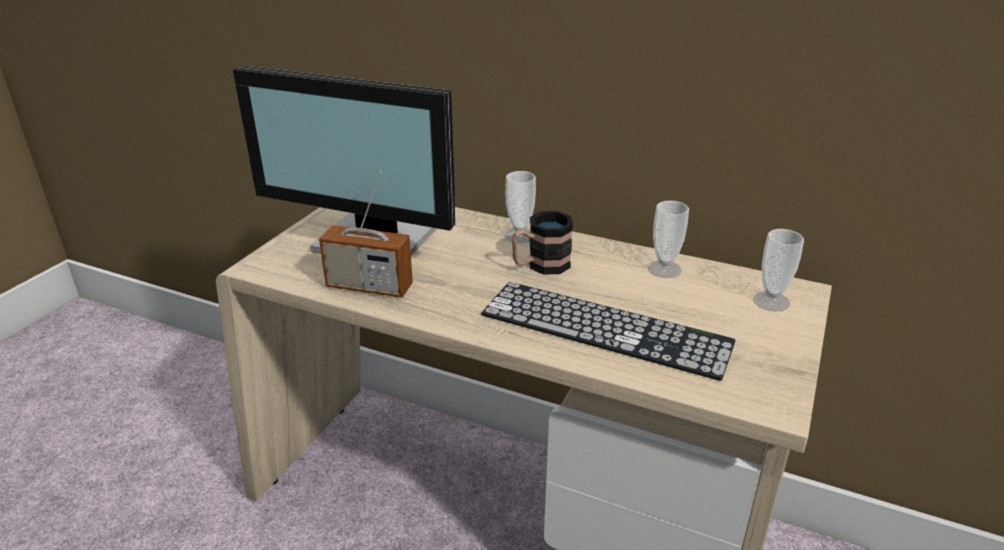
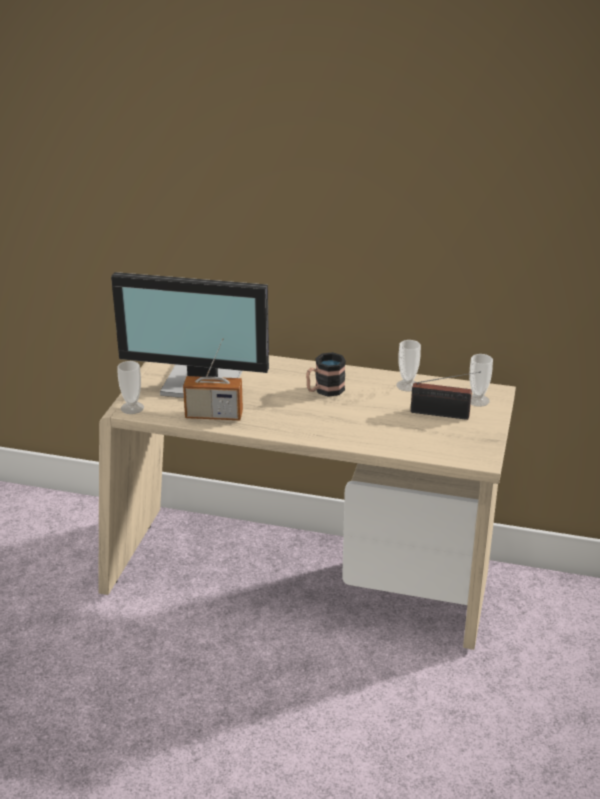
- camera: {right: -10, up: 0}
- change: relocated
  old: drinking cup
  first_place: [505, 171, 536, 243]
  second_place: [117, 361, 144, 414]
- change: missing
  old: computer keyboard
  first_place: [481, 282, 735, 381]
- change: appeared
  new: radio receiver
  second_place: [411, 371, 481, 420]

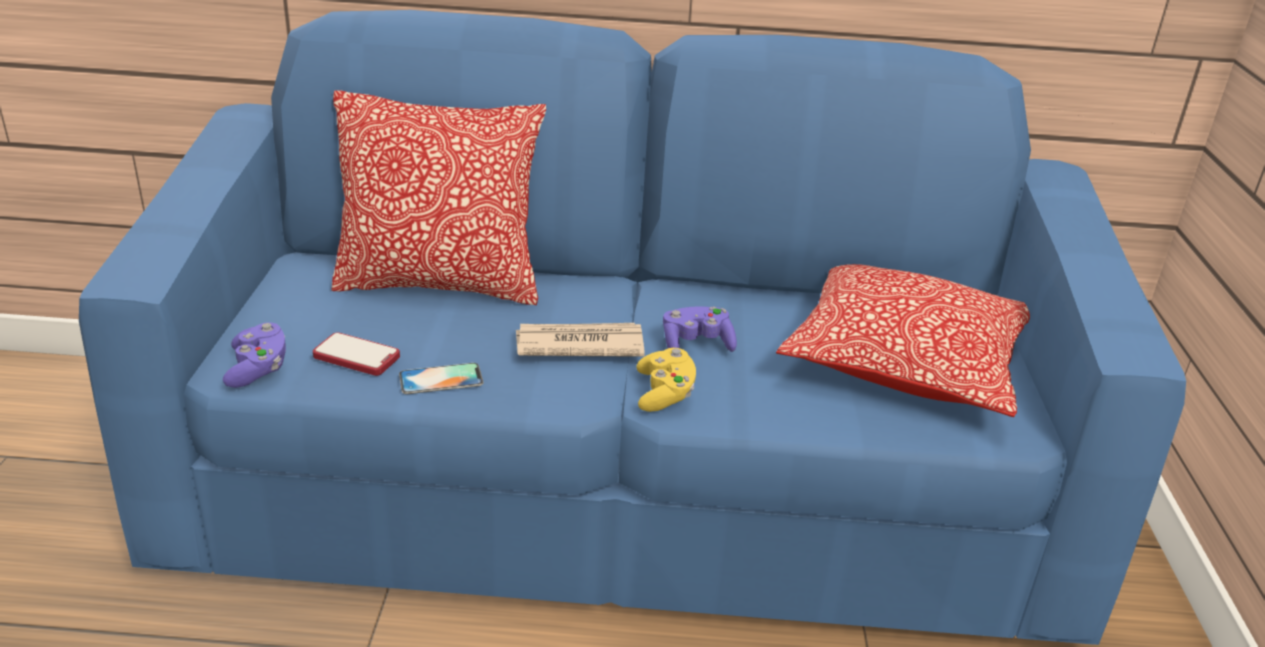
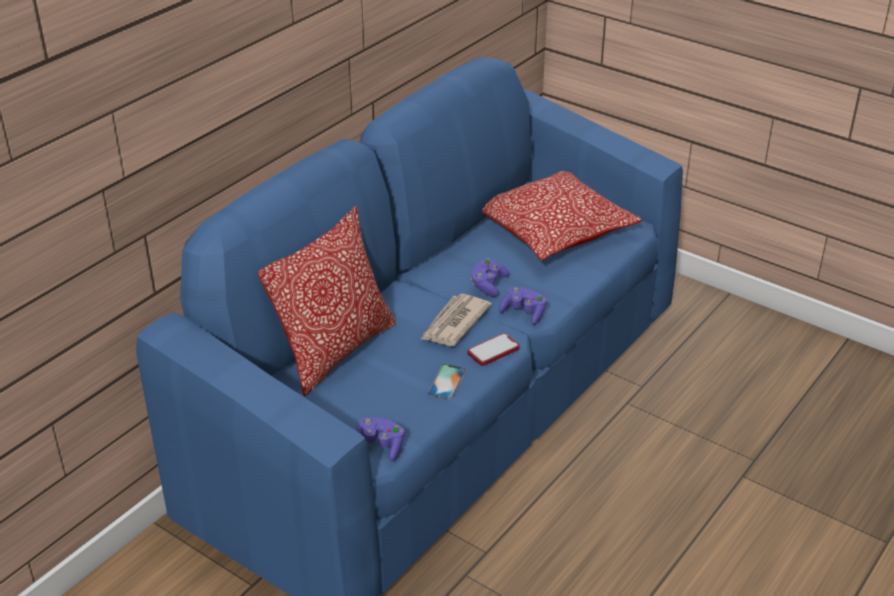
- camera: {right: -55, up: 5}
- change: relocated
  old: phone
  first_place: [313, 332, 400, 376]
  second_place: [467, 333, 520, 366]
- change: colour
  old: yellow joypad
  new: purplish joypad
  first_place: [636, 348, 696, 412]
  second_place: [499, 287, 547, 325]

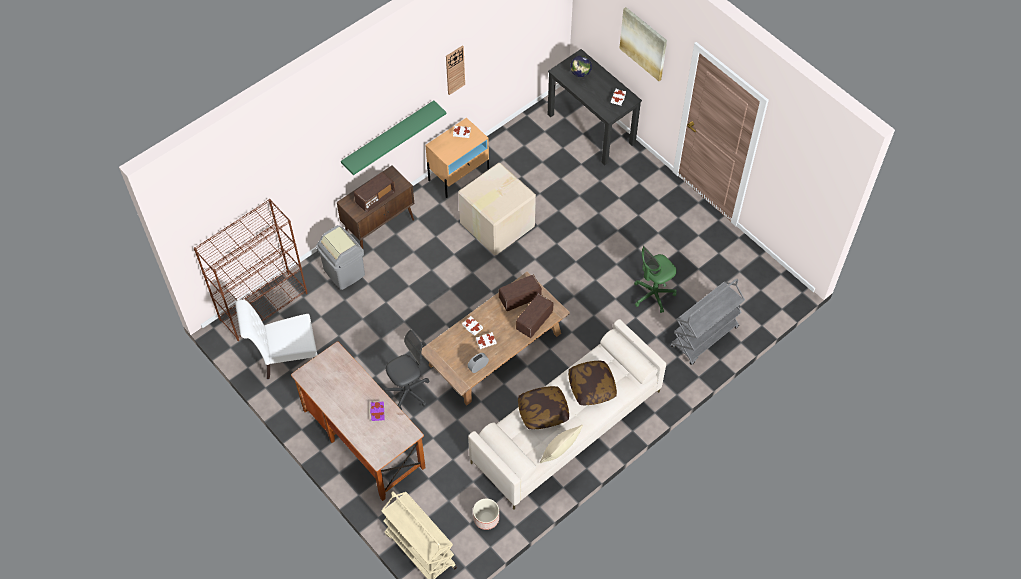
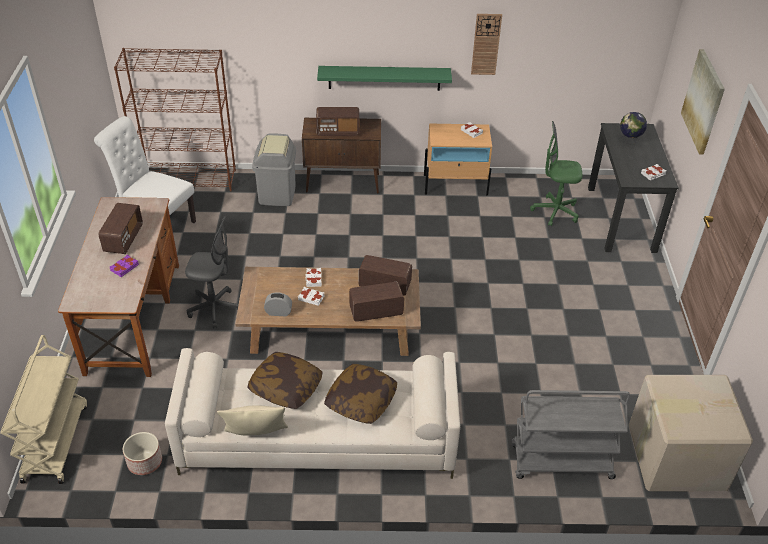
- camera: {right: 40, up: -15}
- change: relocated
  old: packing box
  first_place: [458, 163, 536, 255]
  second_place: [629, 375, 753, 491]
- change: relocated
  old: greenish computer chair
  first_place: [634, 245, 677, 313]
  second_place: [530, 121, 582, 226]
- change: appeared
  new: radio receiver
  second_place: [98, 203, 143, 254]

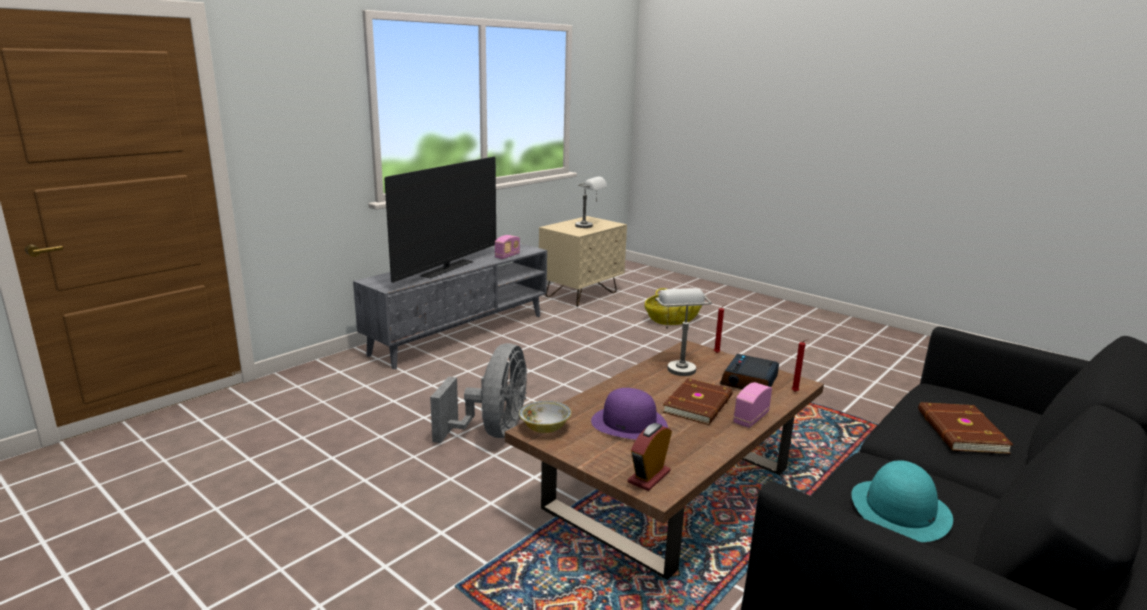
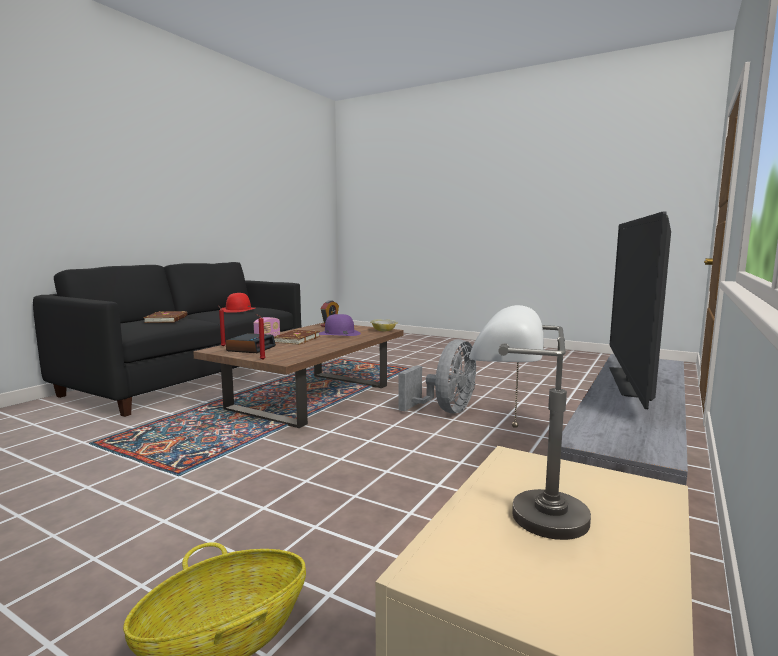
- camera: {right: 170, up: -10}
- change: missing
  old: radio receiver
  first_place: [495, 235, 520, 259]
- change: missing
  old: grey table lamp
  first_place: [655, 288, 712, 376]
- change: spun
  old: grey cooling fan
  first_place: [430, 343, 527, 443]
  second_place: [398, 339, 476, 413]
  degrees: -150
- change: colour
  old: blue-green wearable hat
  new: red wearable hat
  first_place: [851, 460, 953, 542]
  second_place: [220, 293, 255, 313]

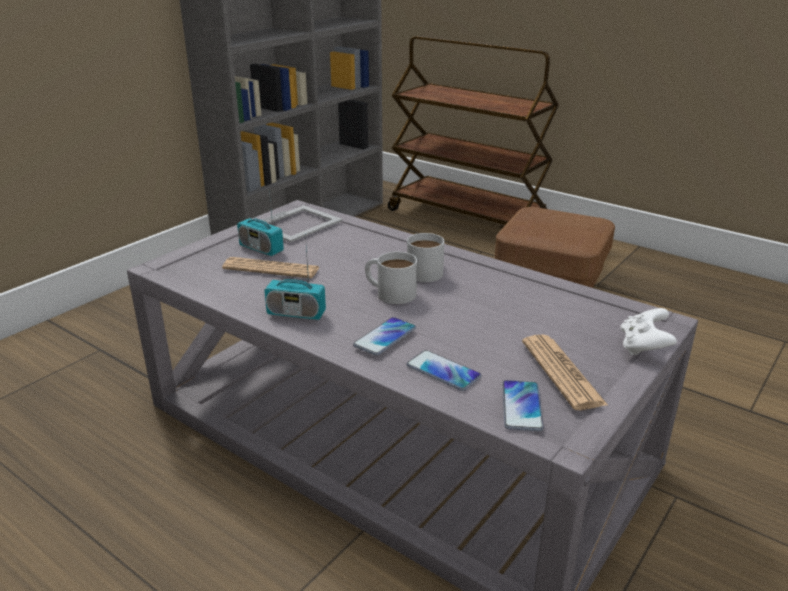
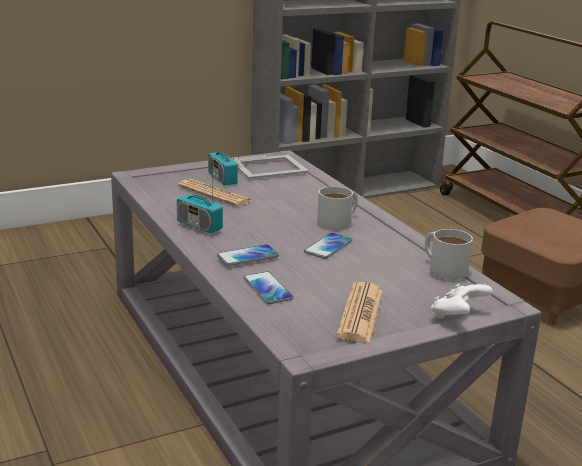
- camera: {right: 25, up: -5}
- change: relocated
  old: white tea mug
  first_place: [365, 252, 417, 304]
  second_place: [425, 229, 473, 280]
- change: relocated
  old: phone
  first_place: [502, 380, 544, 431]
  second_place: [304, 233, 352, 259]

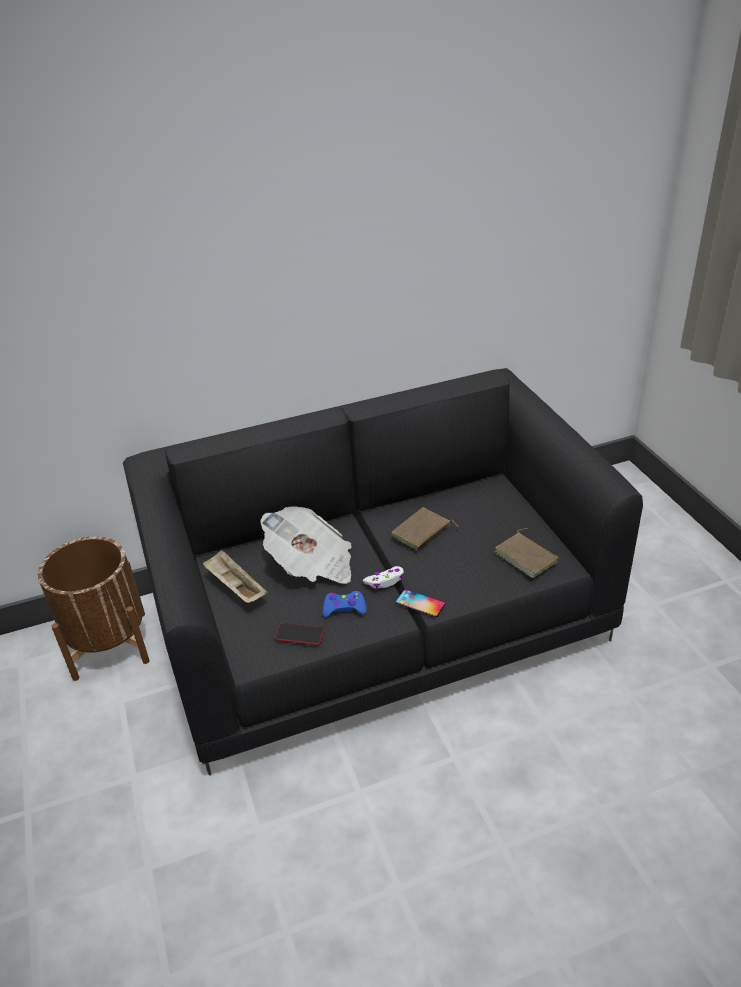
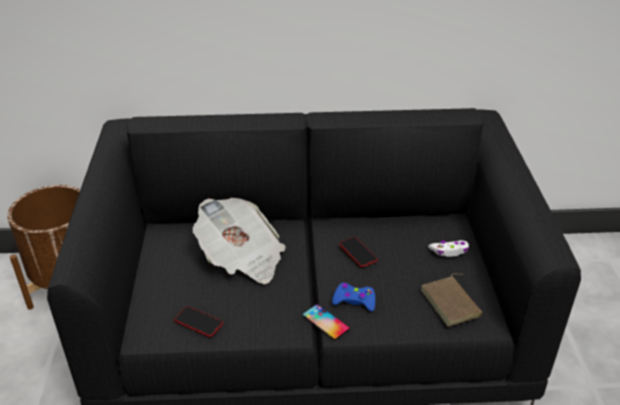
- camera: {right: 15, up: 0}
- change: exchanged
  old: brown-coloured book
  new: phone
  first_place: [391, 507, 459, 551]
  second_place: [339, 237, 378, 267]
- change: missing
  old: sand-coloured tray
  first_place: [202, 550, 268, 603]
- change: relocated
  old: white joypad
  first_place: [363, 566, 404, 589]
  second_place: [428, 240, 469, 257]
- change: relocated
  old: blue joypad
  first_place: [323, 591, 367, 617]
  second_place: [332, 283, 375, 311]

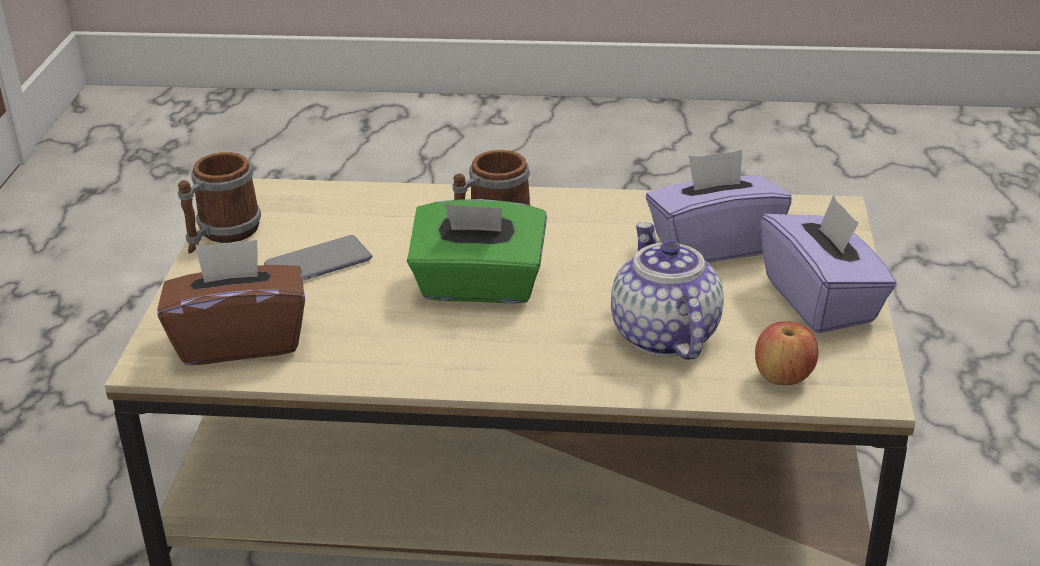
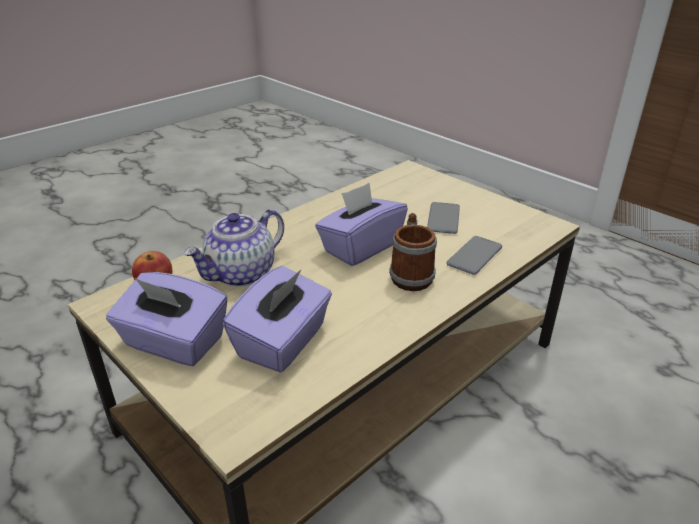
- camera: {right: 130, up: 0}
- change: missing
  old: tea mug
  first_place: [178, 152, 261, 253]
- change: colour
  old: greenish tissue box
  new: purplish tissue box
  first_place: [407, 199, 547, 304]
  second_place: [315, 183, 408, 266]
- change: spun
  old: tea pot
  first_place: [611, 222, 724, 360]
  second_place: [183, 209, 284, 287]
  degrees: 105
- change: missing
  old: brown-coloured tissue box
  first_place: [157, 240, 305, 365]
- change: appeared
  new: phone
  second_place: [446, 236, 502, 275]

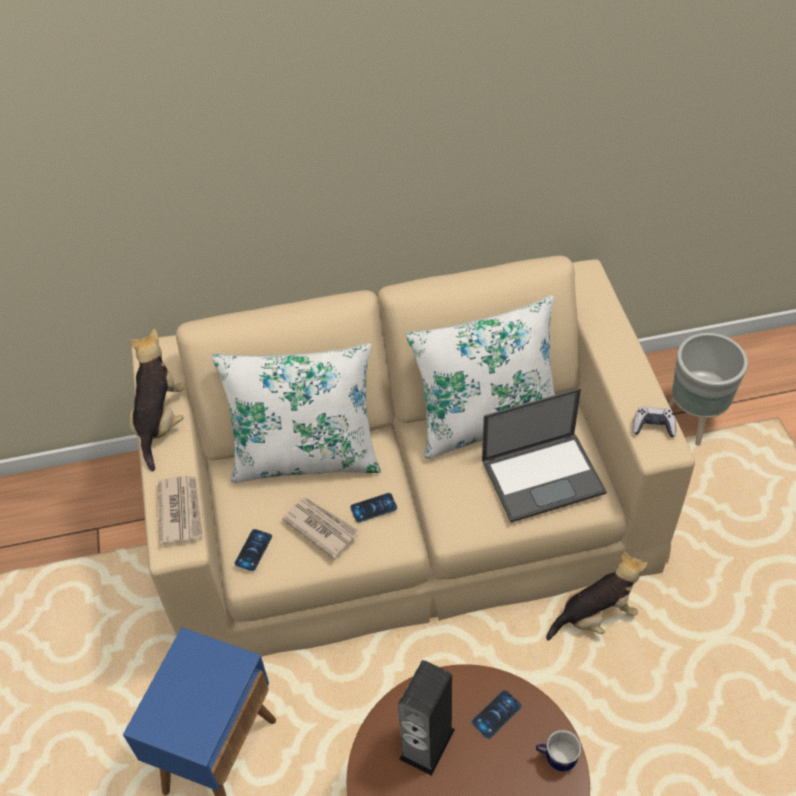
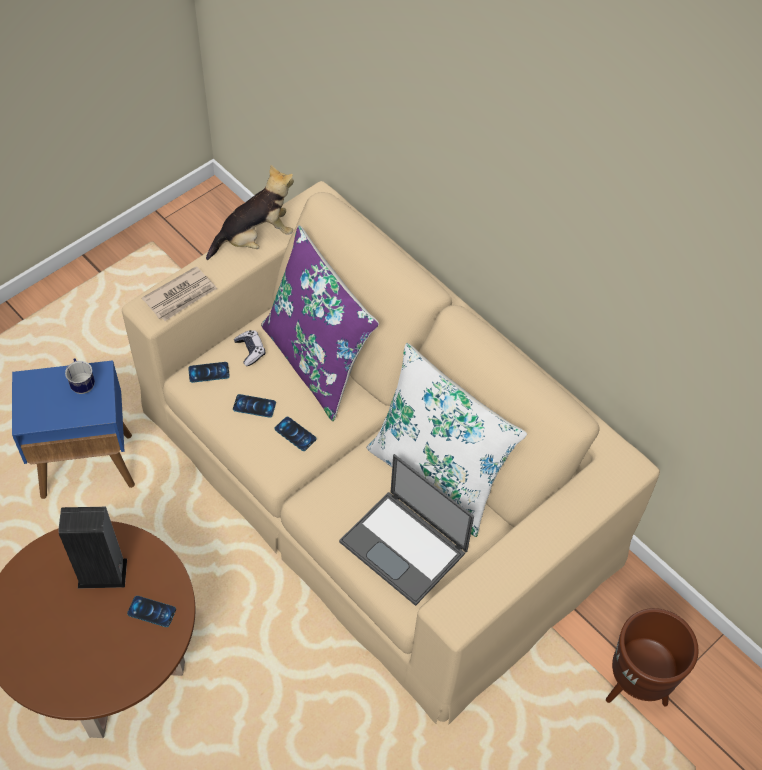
- camera: {right: 55, up: 5}
- change: colour
  old: grey planter
  new: brown-coloured planter
  first_place: [668, 333, 748, 446]
  second_place: [606, 608, 699, 707]
- change: colour
  old: white throw pillow
  new: purplish throw pillow
  first_place: [212, 343, 381, 483]
  second_place: [261, 225, 379, 421]
- change: relocated
  old: joypad
  first_place: [633, 407, 676, 437]
  second_place: [234, 330, 265, 366]
- change: exchanged
  old: newspaper
  new: phone
  first_place: [282, 498, 359, 559]
  second_place: [233, 394, 276, 418]
- change: missing
  old: soft toy
  first_place: [546, 551, 648, 641]
- change: relocated
  old: tea mug
  first_place: [536, 730, 581, 772]
  second_place: [65, 358, 95, 394]

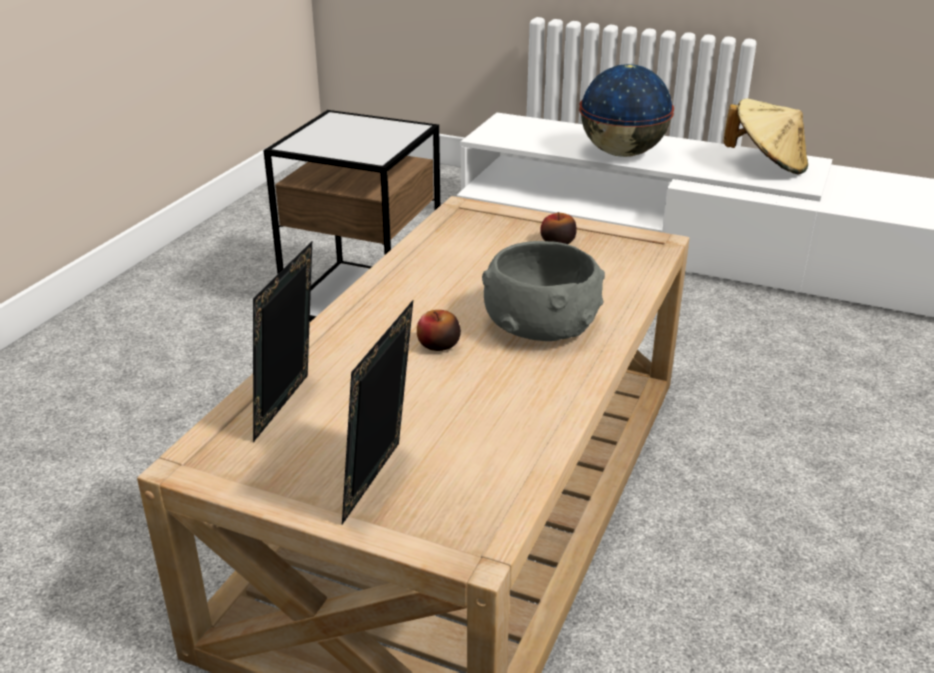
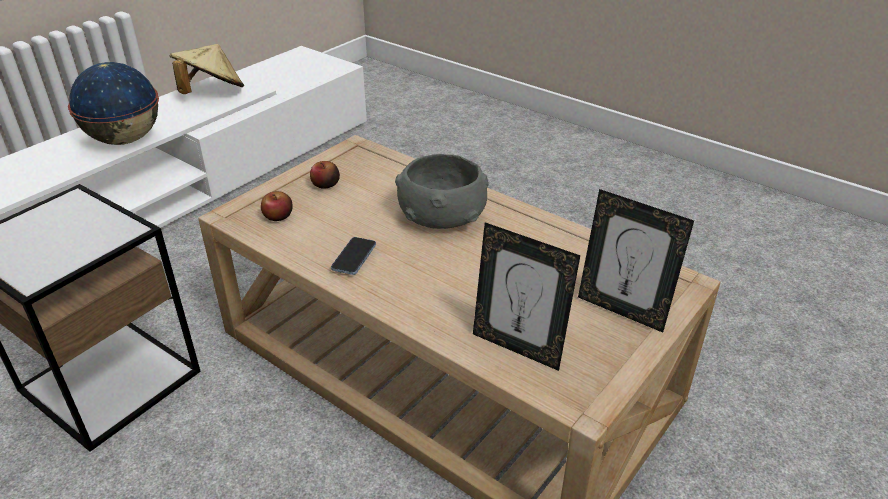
- camera: {right: -75, up: 5}
- change: relocated
  old: apple fruit
  first_place: [417, 310, 461, 351]
  second_place: [261, 191, 293, 221]
- change: appeared
  new: phone
  second_place: [331, 237, 376, 275]

